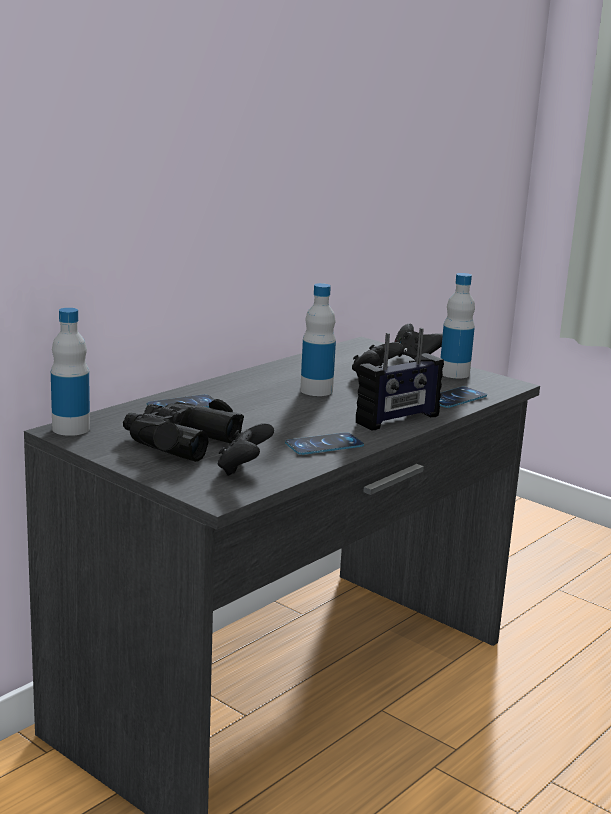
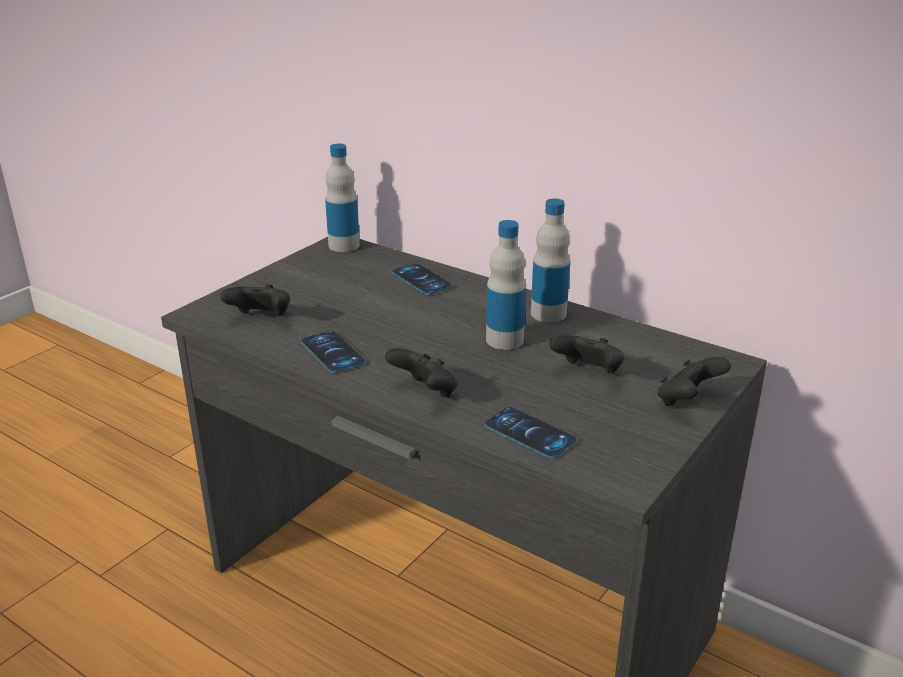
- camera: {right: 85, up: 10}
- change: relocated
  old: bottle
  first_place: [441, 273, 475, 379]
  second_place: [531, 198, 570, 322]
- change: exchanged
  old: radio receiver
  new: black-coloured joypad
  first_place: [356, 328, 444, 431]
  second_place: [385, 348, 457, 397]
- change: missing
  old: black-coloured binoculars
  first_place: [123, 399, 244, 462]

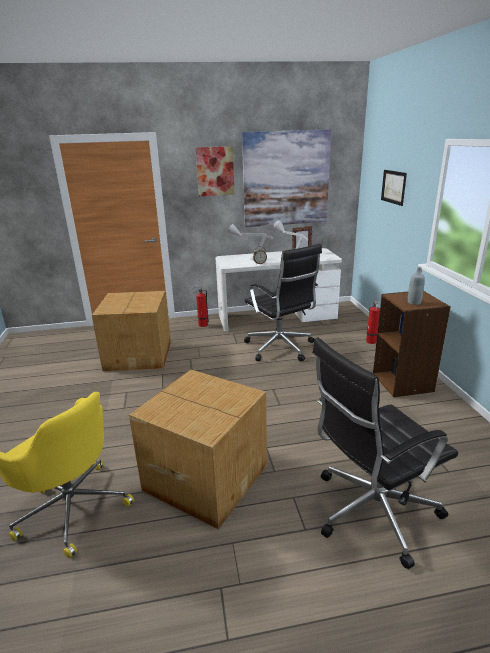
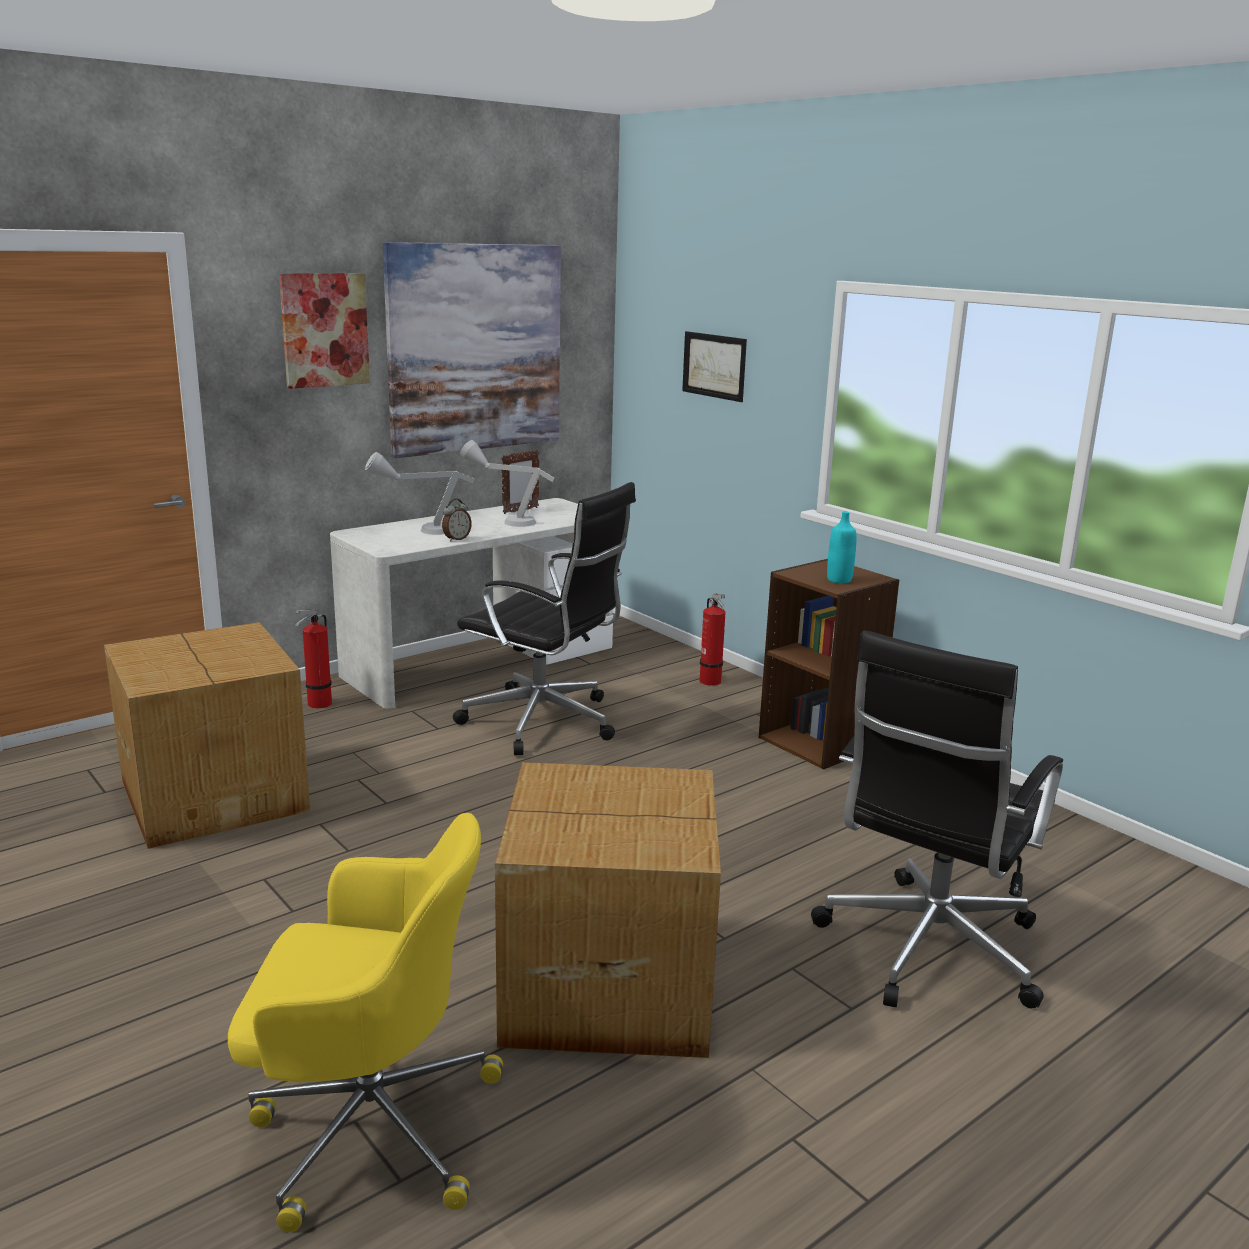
- camera: {right: -30, up: -5}
- change: colour
  old: grey bottle
  new: blue-green bottle
  first_place: [408, 267, 425, 305]
  second_place: [827, 511, 857, 584]

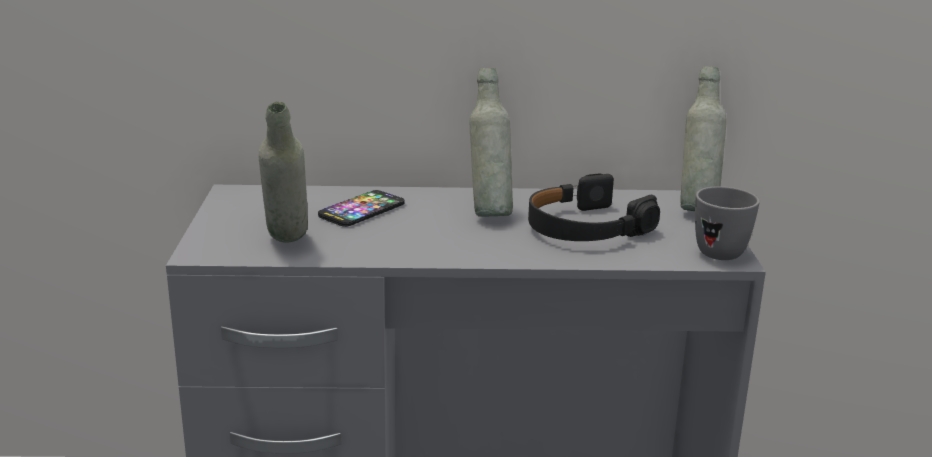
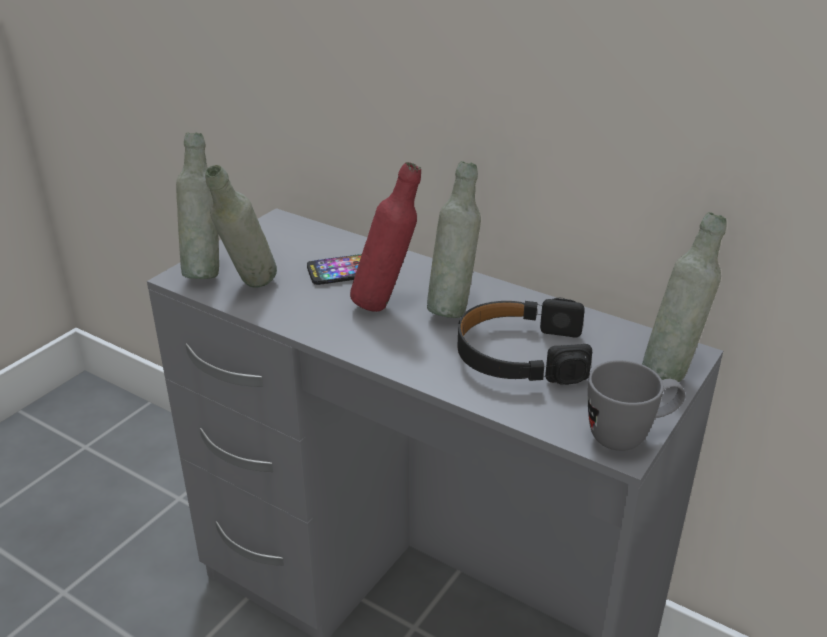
- camera: {right: 35, up: 10}
- change: appeared
  new: grey bottle
  second_place: [176, 132, 219, 279]
- change: appeared
  new: red bottle
  second_place: [350, 162, 421, 312]

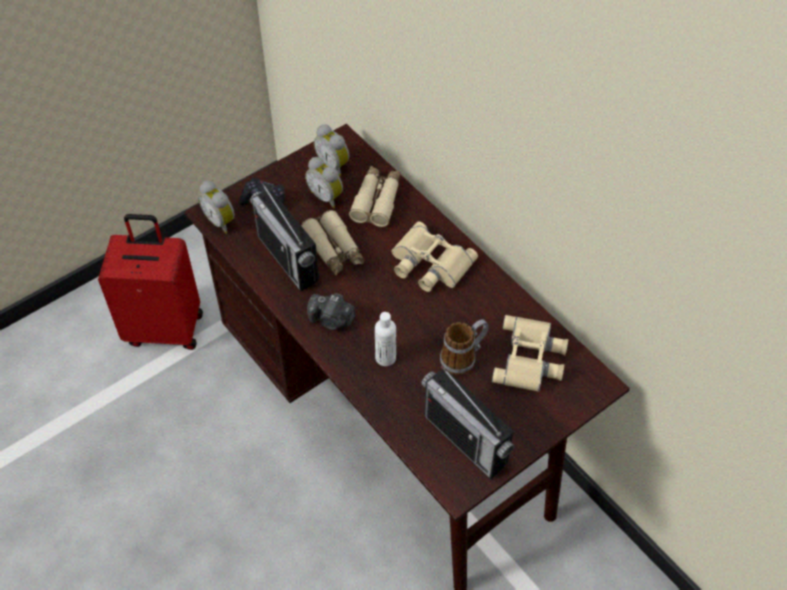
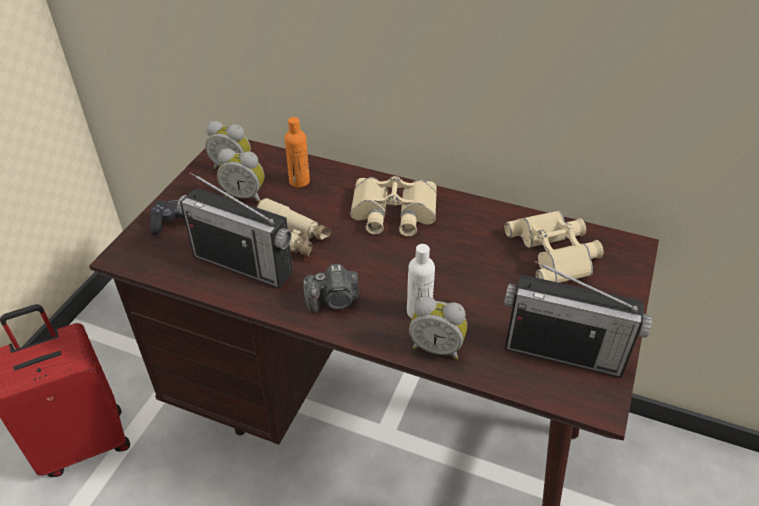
- camera: {right: -30, up: -10}
- change: exchanged
  old: sand-coloured binoculars
  new: orange bottle
  first_place: [349, 166, 400, 227]
  second_place: [285, 117, 310, 187]
- change: relocated
  old: bedside clock
  first_place: [198, 181, 235, 234]
  second_place: [409, 296, 467, 360]
- change: missing
  old: tea mug
  first_place: [440, 319, 489, 375]

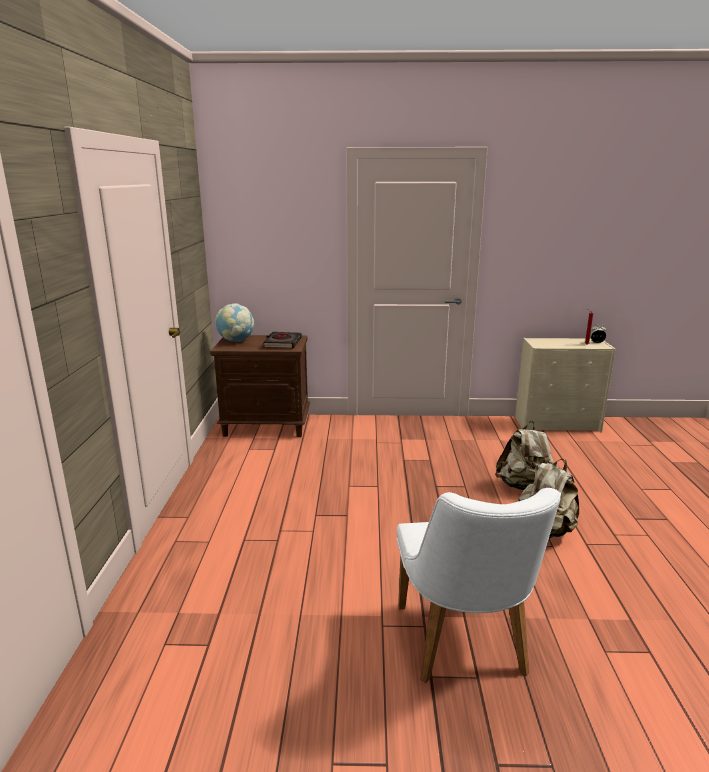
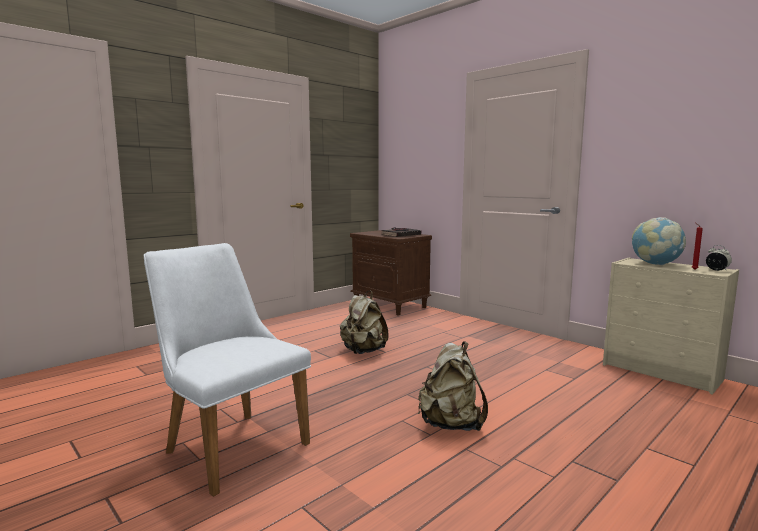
- camera: {right: 45, up: -10}
- change: relocated
  old: desk globe
  first_place: [215, 303, 254, 342]
  second_place: [632, 217, 686, 265]
- change: relocated
  old: sand-coloured backpack
  first_place: [495, 421, 553, 490]
  second_place: [340, 291, 389, 354]
- change: spun
  old: white plain chair
  first_place: [397, 488, 561, 683]
  second_place: [144, 243, 311, 497]
  degrees: 90

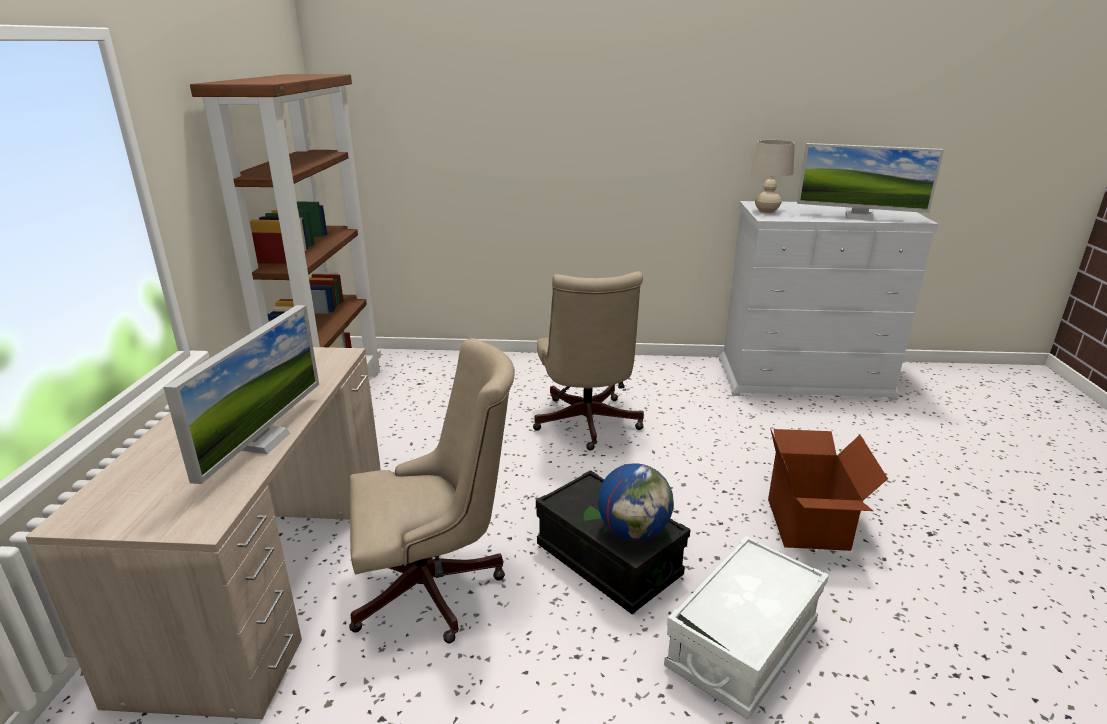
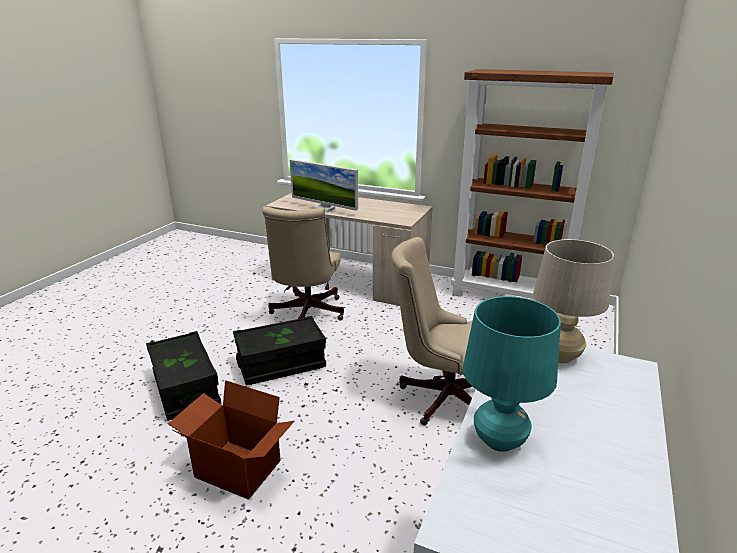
- camera: {right: 110, up: 0}
- change: exchanged
  old: computer screen
  new: blue-green table lamp
  first_place: [797, 143, 944, 221]
  second_place: [463, 296, 561, 452]
- change: missing
  old: desk globe
  first_place: [598, 463, 674, 540]
- change: colour
  old: white storage bin
  new: black-coloured storage bin
  first_place: [664, 535, 829, 720]
  second_place: [146, 331, 222, 421]

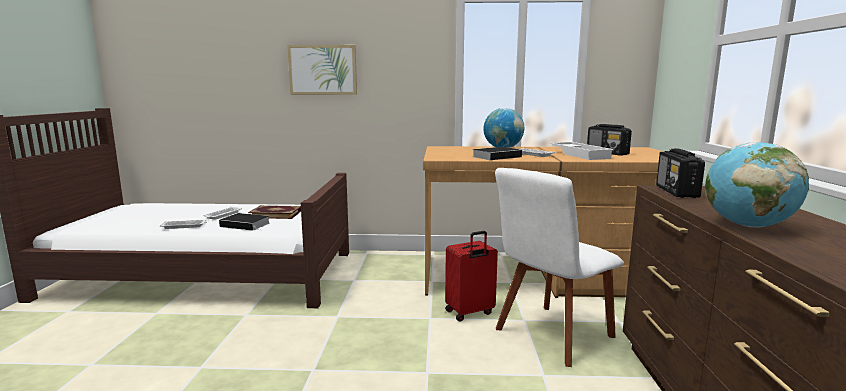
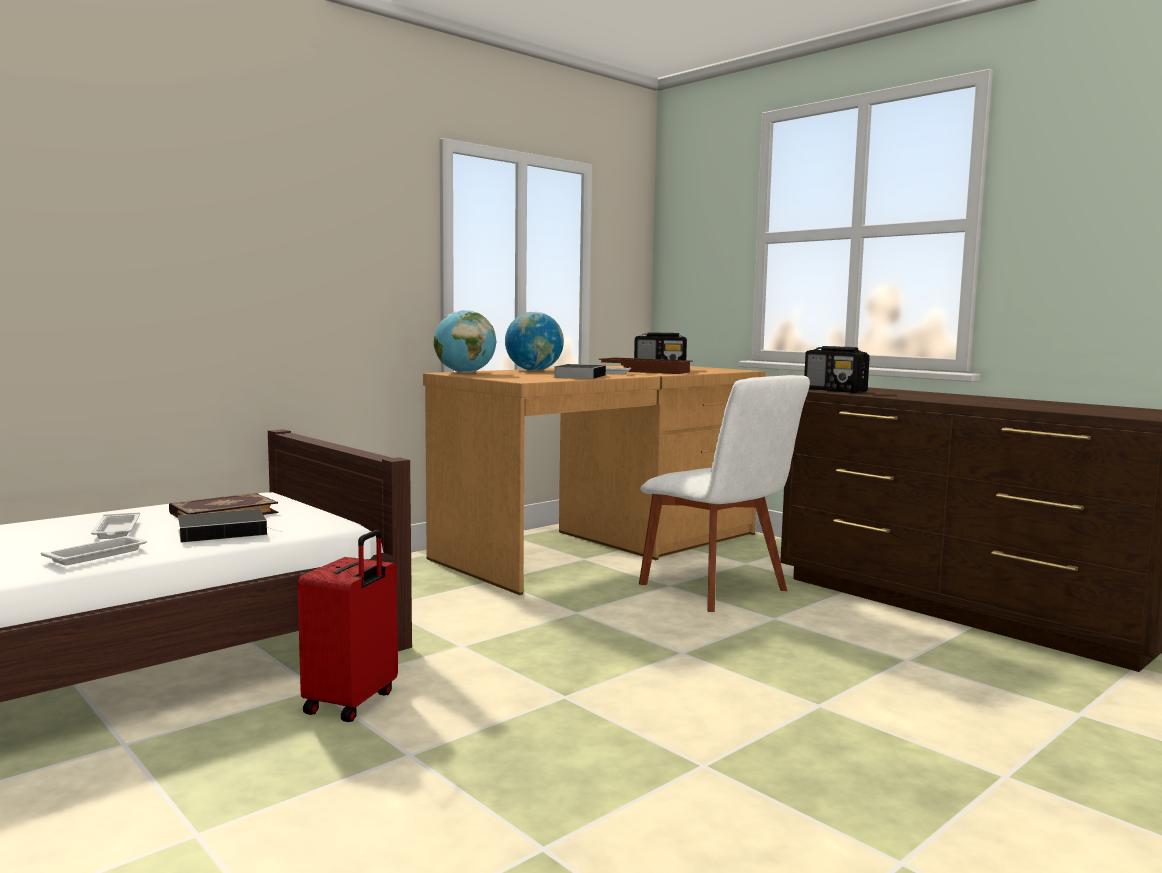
- camera: {right: -45, up: -5}
- change: missing
  old: picture
  first_place: [287, 45, 357, 95]
- change: colour
  old: white tray
  new: brown-coloured tray
  first_place: [550, 142, 614, 160]
  second_place: [599, 357, 692, 374]
- change: relocated
  old: desk globe
  first_place: [705, 142, 809, 228]
  second_place: [434, 310, 496, 373]
- change: spun
  old: white plain chair
  first_place: [495, 168, 624, 367]
  second_place: [639, 375, 810, 612]
  degrees: -45
- change: relocated
  old: red suitcase
  first_place: [445, 231, 498, 322]
  second_place: [297, 530, 398, 722]

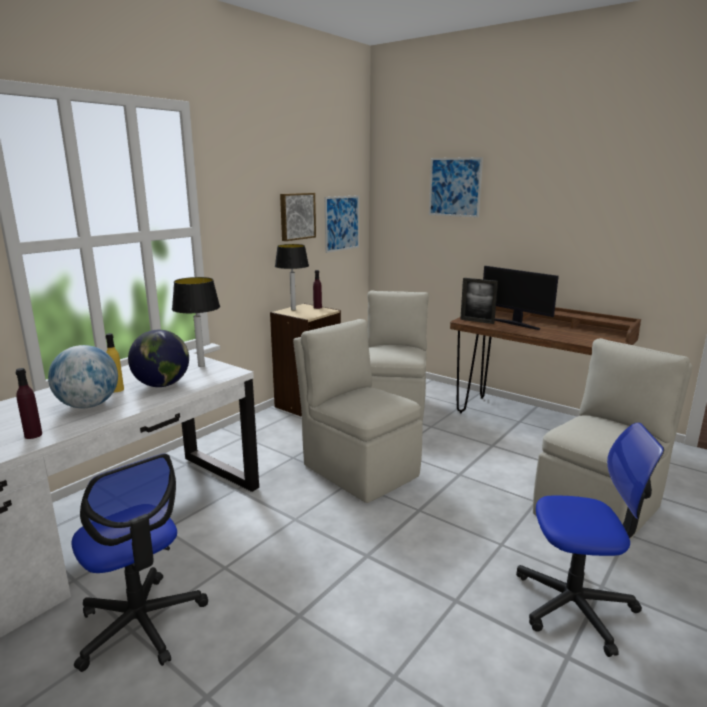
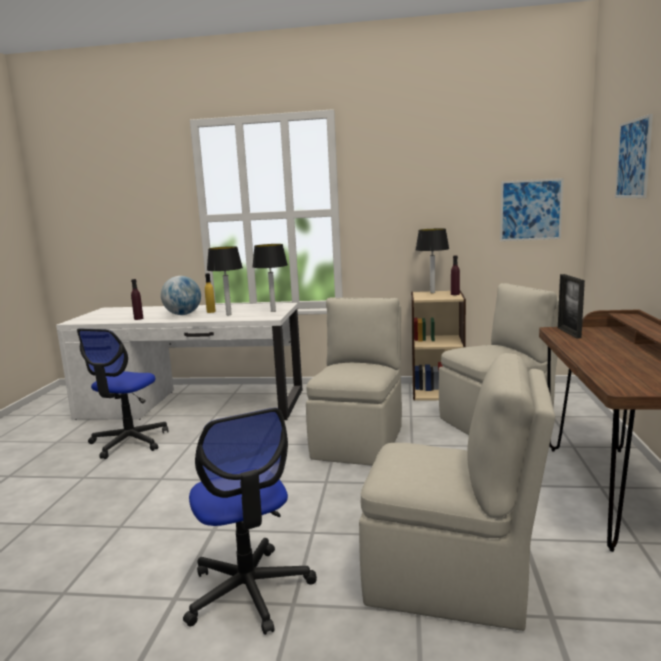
- camera: {right: 60, up: -5}
- change: missing
  old: picture
  first_place: [280, 193, 316, 241]
- change: missing
  old: computer screen
  first_place: [483, 266, 559, 330]
- change: exchanged
  old: desk globe
  new: table lamp
  first_place: [128, 330, 189, 387]
  second_place: [207, 246, 243, 315]

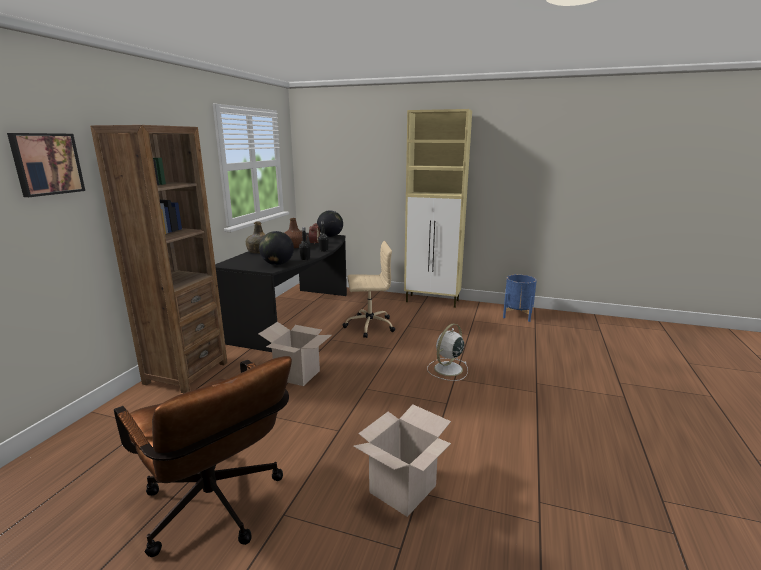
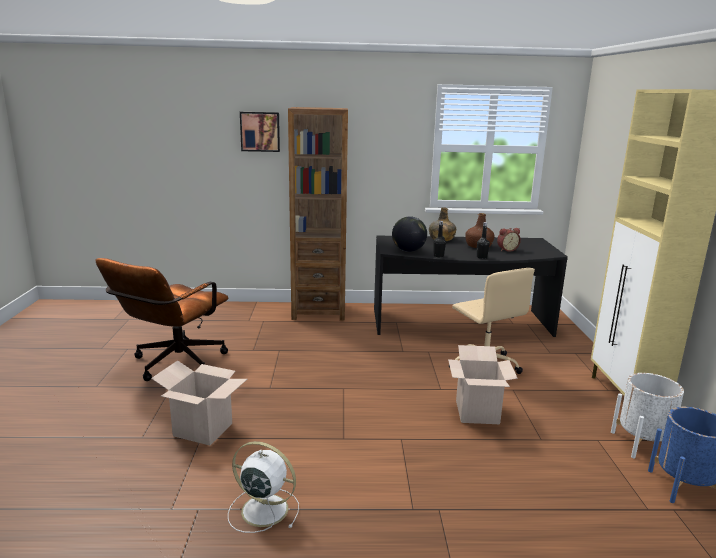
- camera: {right: 70, up: 0}
- change: missing
  old: desk globe
  first_place: [317, 210, 343, 237]
- change: relocated
  old: packing box
  first_place: [259, 322, 332, 386]
  second_place: [448, 345, 518, 424]
- change: relocated
  old: white cooling fan
  first_place: [427, 324, 468, 381]
  second_place: [228, 441, 299, 533]
- change: appeared
  new: white planter
  second_place: [611, 373, 684, 458]

